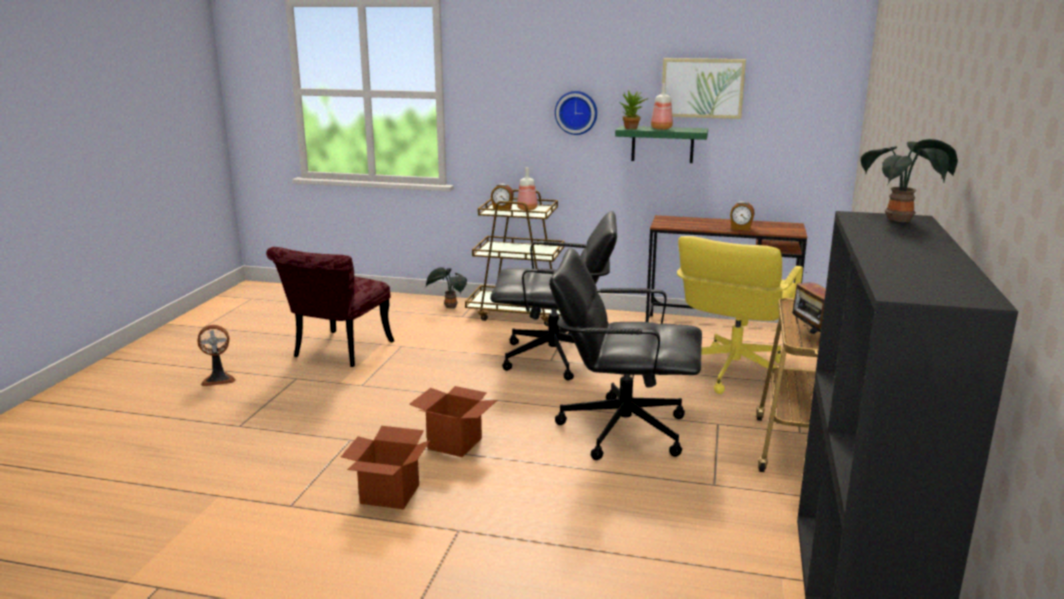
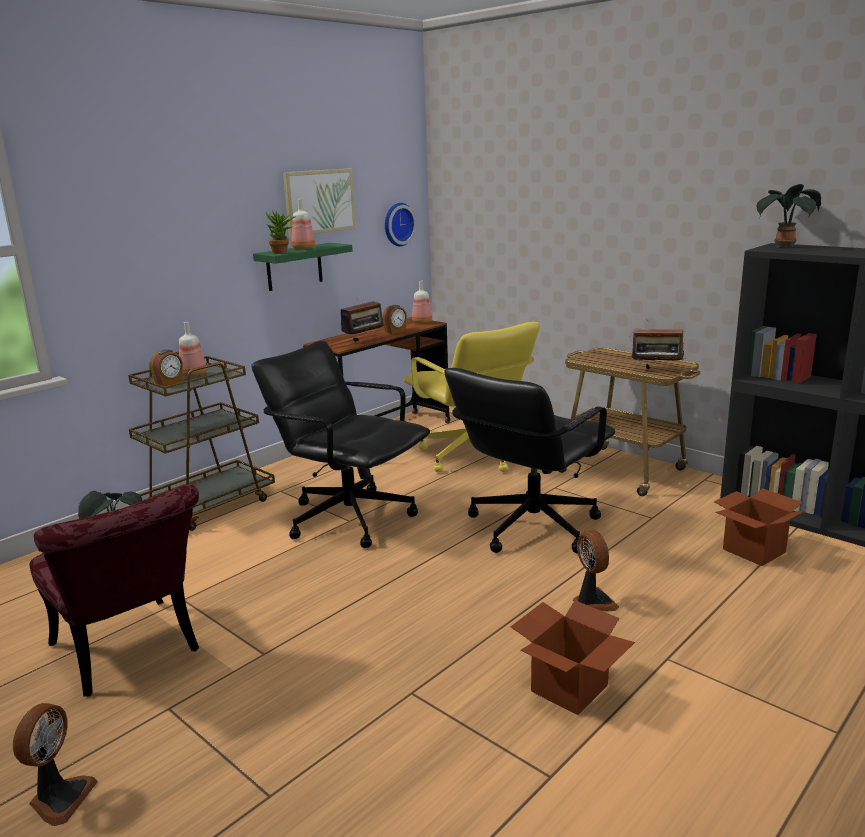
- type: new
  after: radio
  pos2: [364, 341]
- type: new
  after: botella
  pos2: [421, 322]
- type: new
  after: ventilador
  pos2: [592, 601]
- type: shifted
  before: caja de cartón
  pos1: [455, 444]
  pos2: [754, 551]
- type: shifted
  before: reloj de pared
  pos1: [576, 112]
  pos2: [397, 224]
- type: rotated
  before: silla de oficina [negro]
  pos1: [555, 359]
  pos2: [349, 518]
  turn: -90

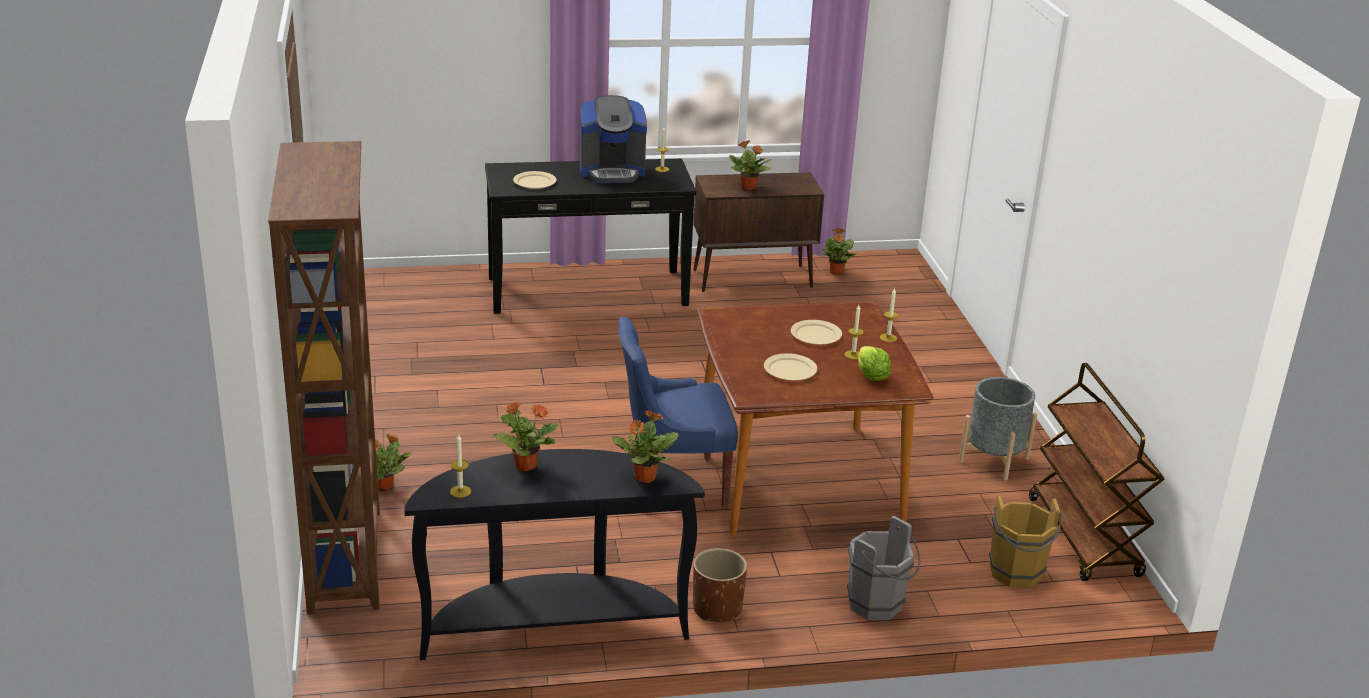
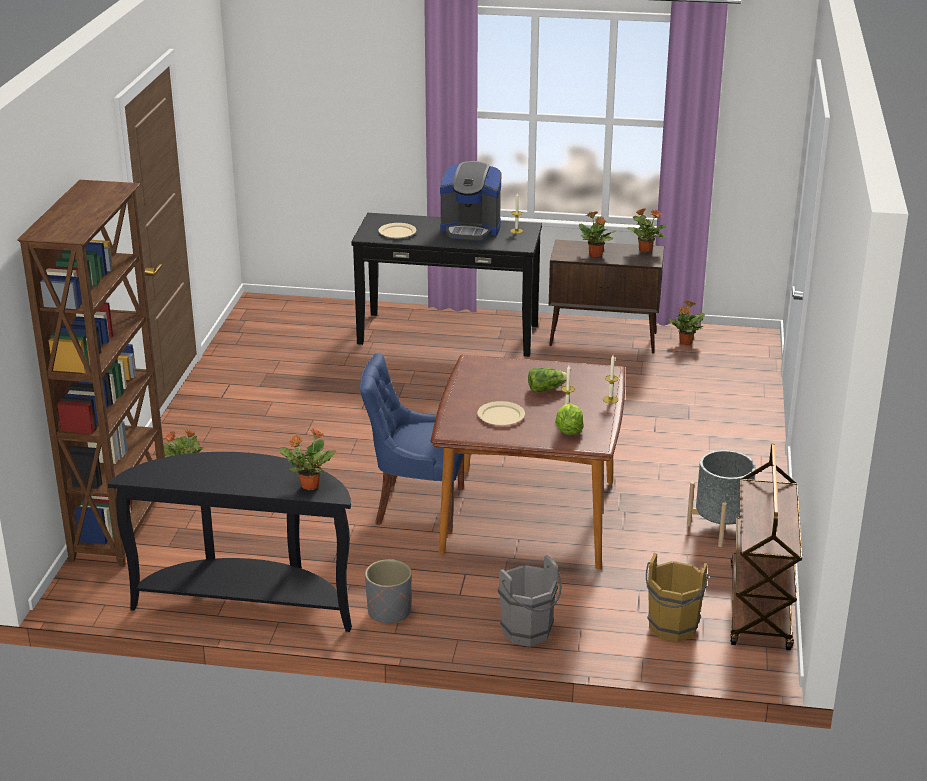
- type: gone
  before: vela
  pos1: [460, 491]
- type: shifted
  before: planta en maceta
  pos1: [525, 465]
  pos2: [645, 250]
- type: swapped
  before: plato [beis]
  after: lechuga
  pos1: [815, 335]
  pos2: [546, 389]
- type: repainted
  before: maceta [marrón]
  after: maceta [gris]
  pos1: [717, 609]
  pos2: [389, 612]

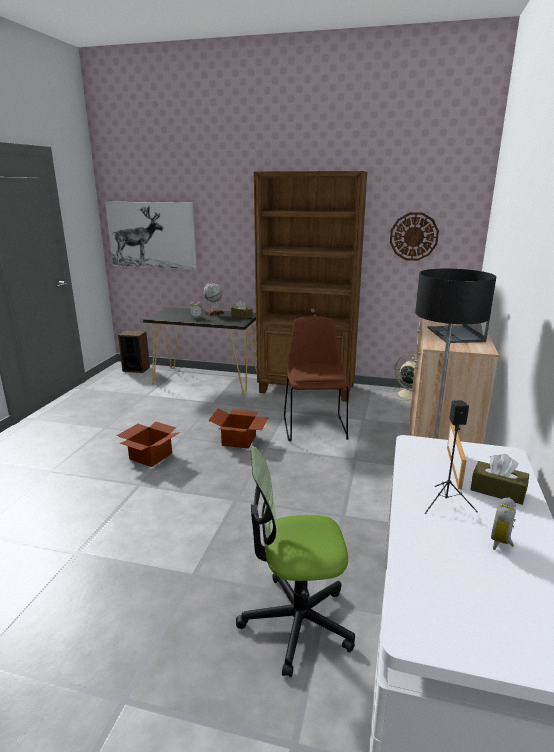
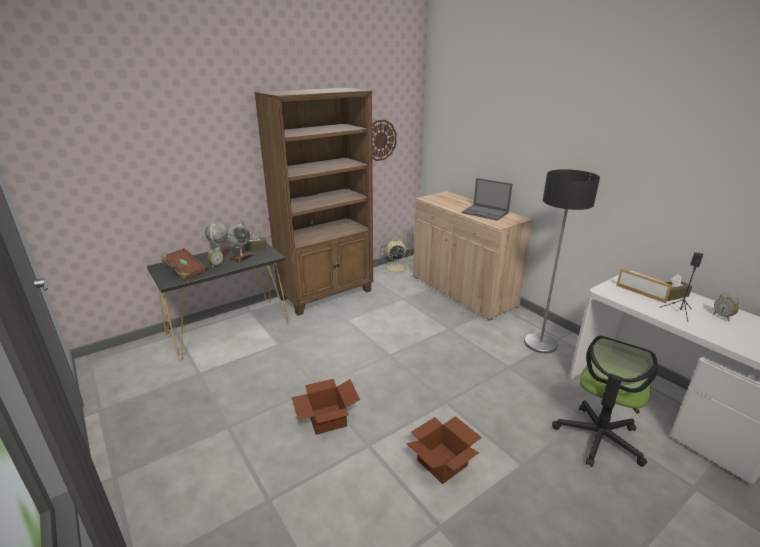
- type: gone
  before: cuadro
  pos1: [151, 235]
- type: gone
  before: altavoz
  pos1: [136, 369]
- type: gone
  before: silla [marrón]
  pos1: [314, 427]
- type: new
  after: libro [marrón]
  pos2: [185, 271]
- type: new
  after: globo terráqueo
  pos2: [242, 257]
- type: shifted
  before: caja de cartón
  pos1: [240, 440]
  pos2: [443, 462]

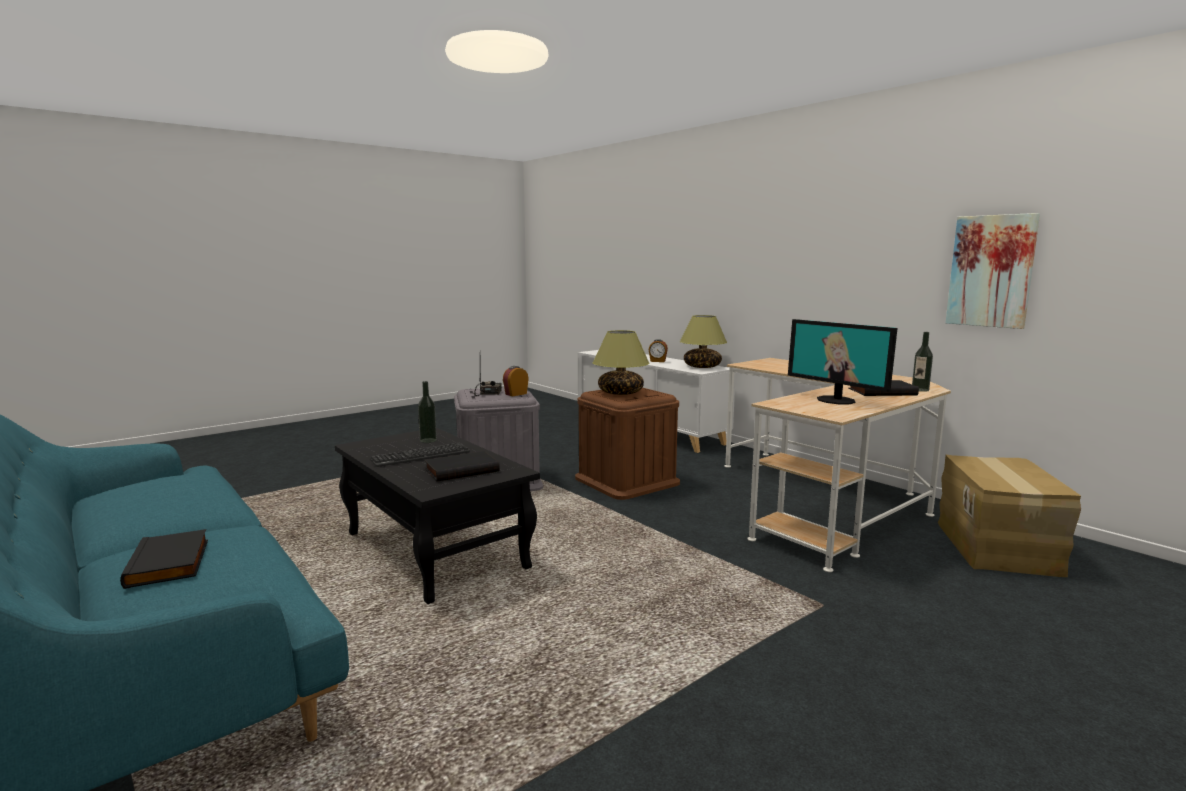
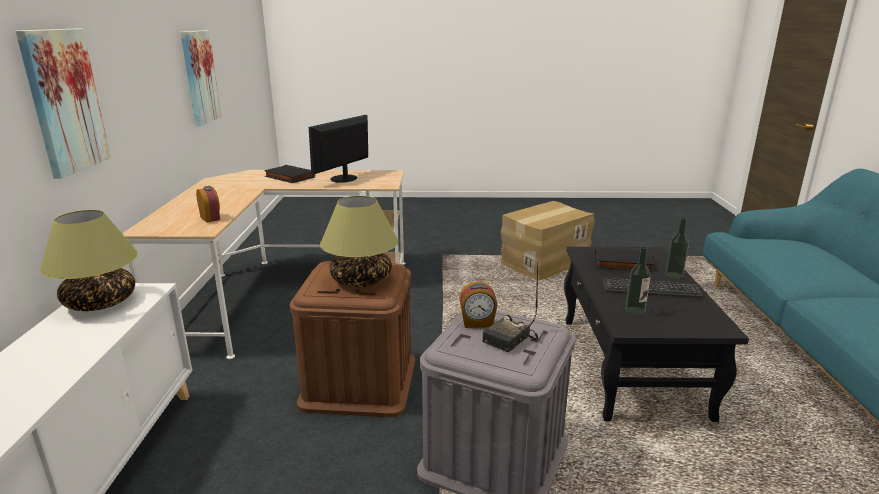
- type: gone
  before: libro [negro]
  pos1: [171, 563]
- type: new
  after: cuadro
  pos2: [64, 101]
- type: shifted
  before: despertador
  pos1: [657, 361]
  pos2: [211, 218]
- type: shifted
  before: botella
  pos1: [920, 390]
  pos2: [674, 275]
- type: shifted
  before: caja de cartón
  pos1: [998, 547]
  pos2: [544, 262]
- type: rotated
  before: monitor
  pos1: [836, 400]
  pos2: [344, 179]
  turn: -150

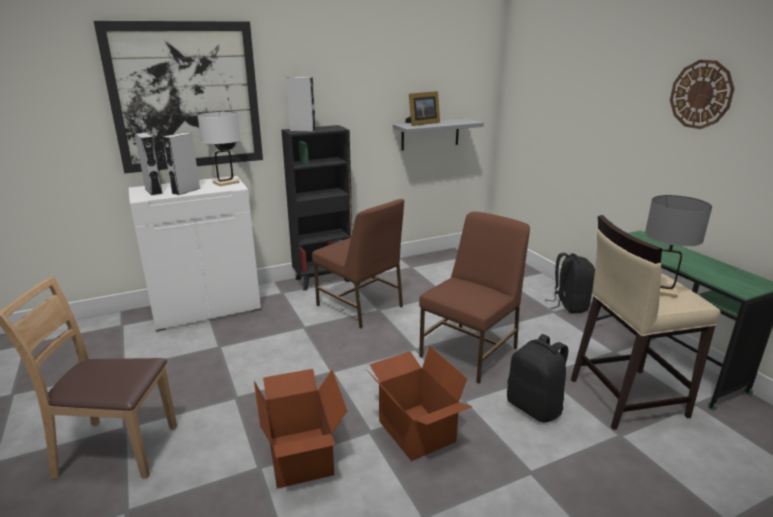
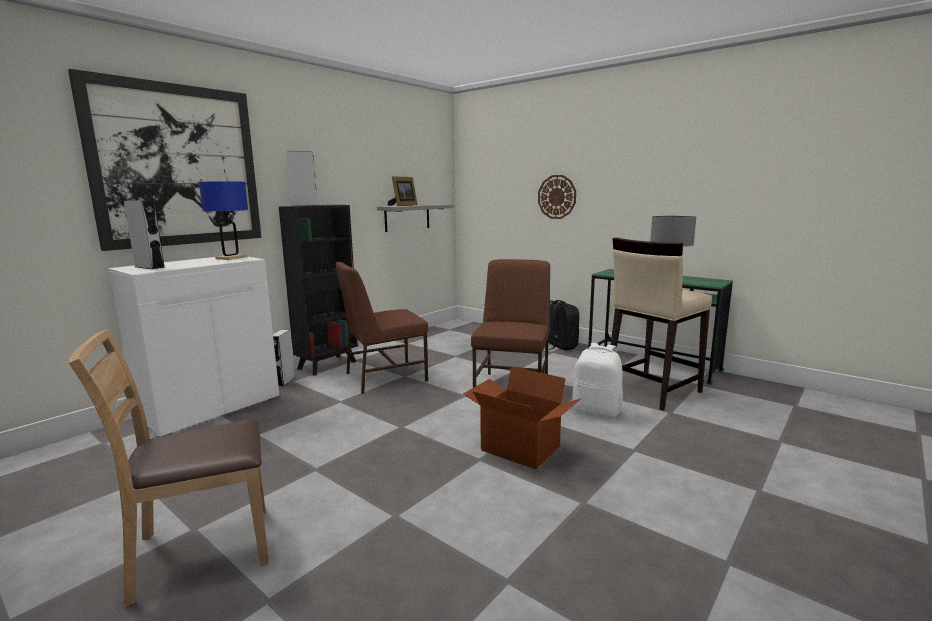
- type: gone
  before: caja de cartón
  pos1: [302, 456]
- type: shifted
  before: altavoz [gris]
  pos1: [186, 191]
  pos2: [284, 381]
- type: shifted
  before: reloj de pared
  pos1: [701, 94]
  pos2: [557, 197]
- type: repainted
  before: lámpara de mesa [blanco]
  after: lámpara de mesa [azul]
  pos1: [226, 182]
  pos2: [231, 258]
- type: repainted
  before: mochila [negro]
  after: mochila [blanco]
  pos1: [535, 407]
  pos2: [597, 410]
- type: rotated
  before: silla [marrón]
  pos1: [360, 306]
  pos2: [384, 377]
  turn: 135

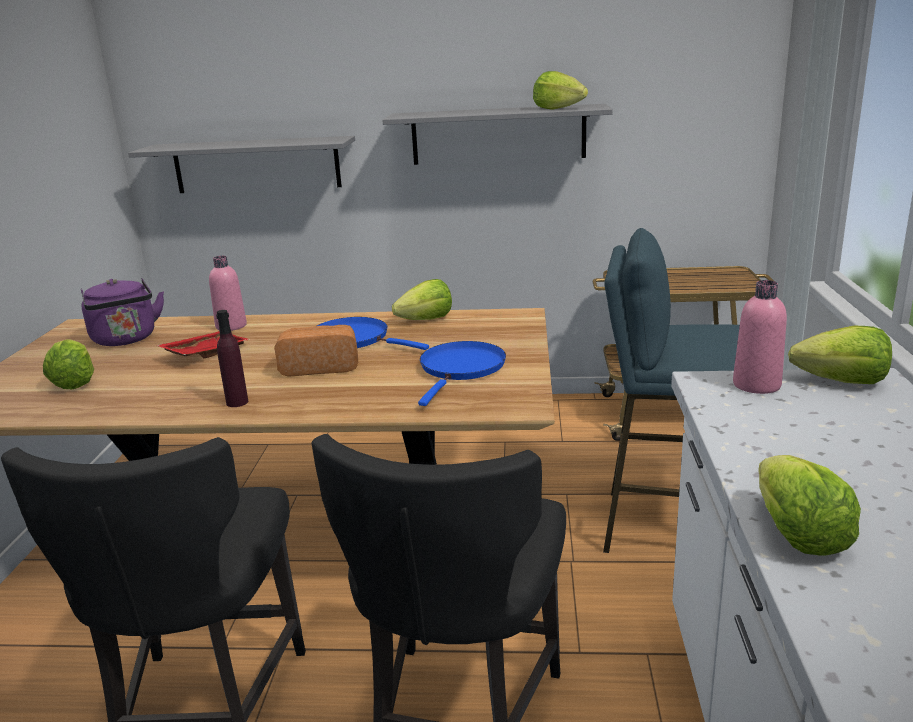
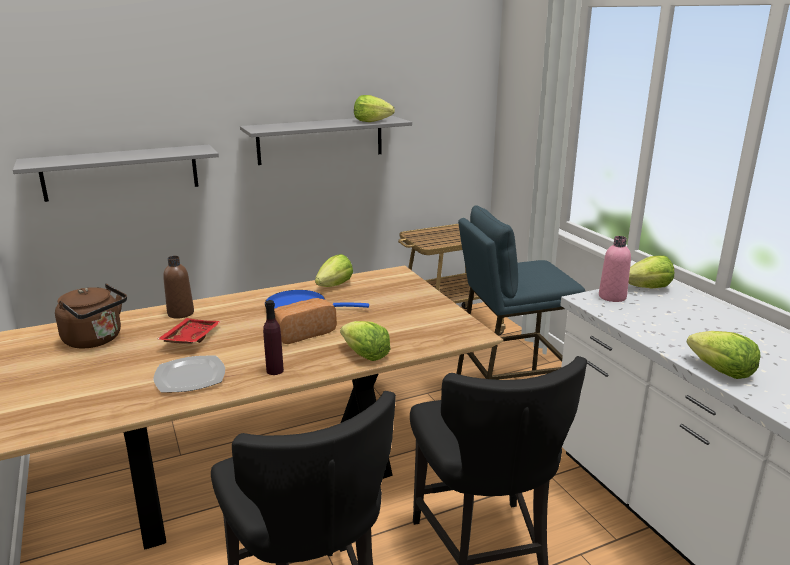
- type: gone
  before: sartén [azul]
  pos1: [461, 369]
- type: new
  after: plato
  pos2: [190, 376]
- type: shifted
  before: lechuga
  pos1: [74, 382]
  pos2: [365, 355]
- type: repainted
  before: hervidor [morado]
  after: hervidor [marrón]
  pos1: [126, 340]
  pos2: [96, 340]
- type: repainted
  before: botella [rosa]
  after: botella [marrón]
  pos1: [231, 326]
  pos2: [181, 313]

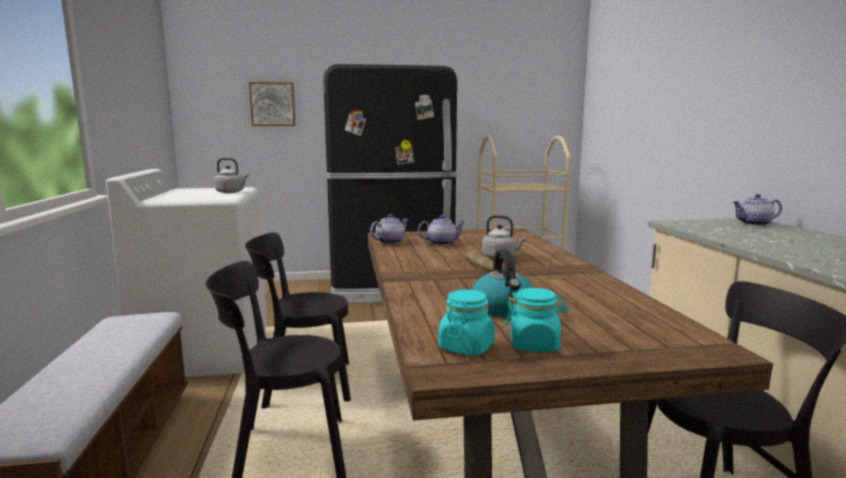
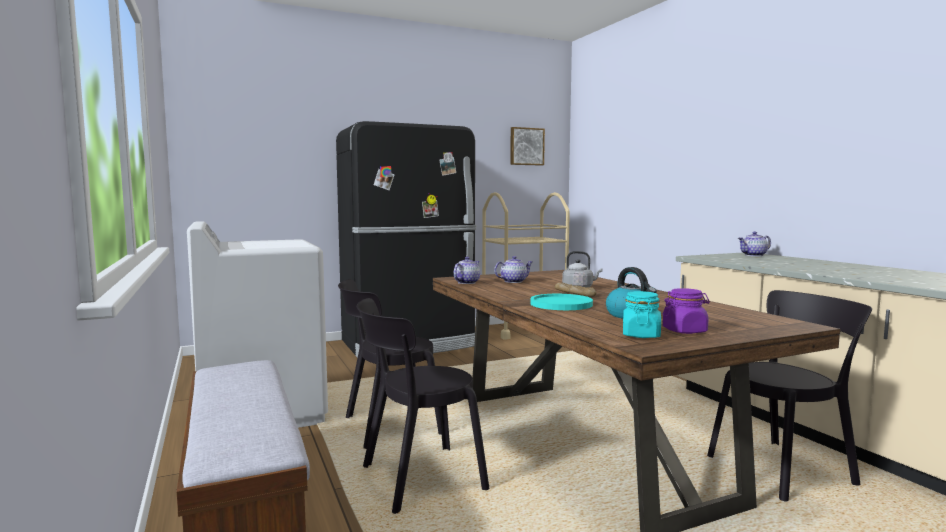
- type: gone
  before: hervidor [gris]
  pos1: [231, 192]
- type: new
  after: plato [turquesa]
  pos2: [561, 304]
- type: shifted
  before: cuadro
  pos1: [273, 104]
  pos2: [526, 146]
- type: repainted
  before: tarro [turquesa]
  after: tarro [morado]
  pos1: [534, 345]
  pos2: [685, 331]

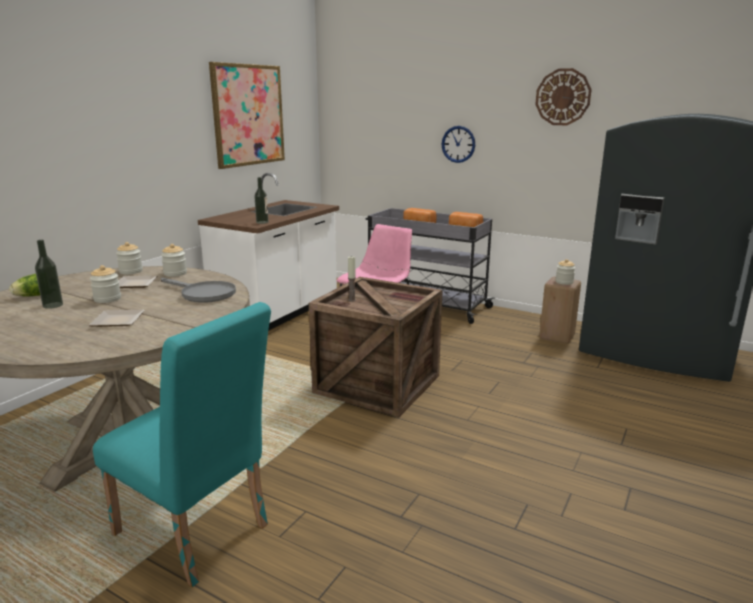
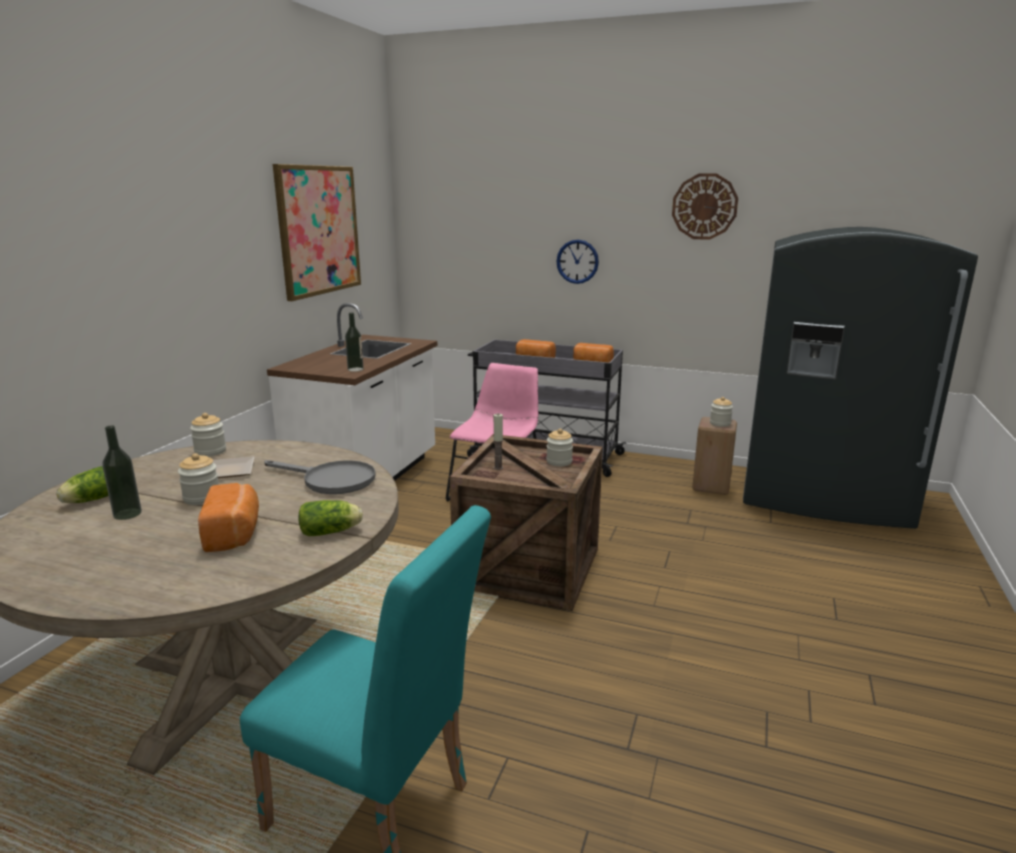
- type: new
  after: lechuga
  pos2: [332, 531]
- type: shifted
  before: tarro
  pos1: [175, 273]
  pos2: [559, 462]
- type: swapped
  before: plato
  after: pan
  pos1: [116, 321]
  pos2: [234, 533]

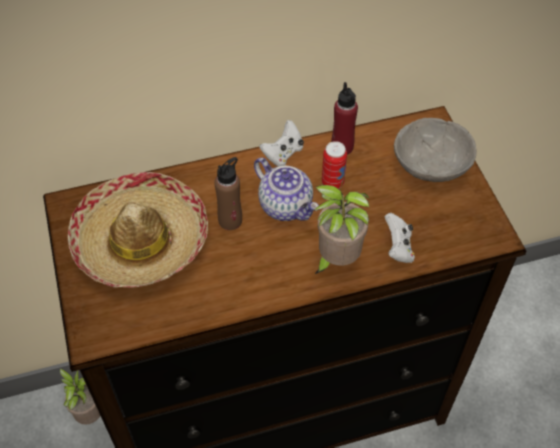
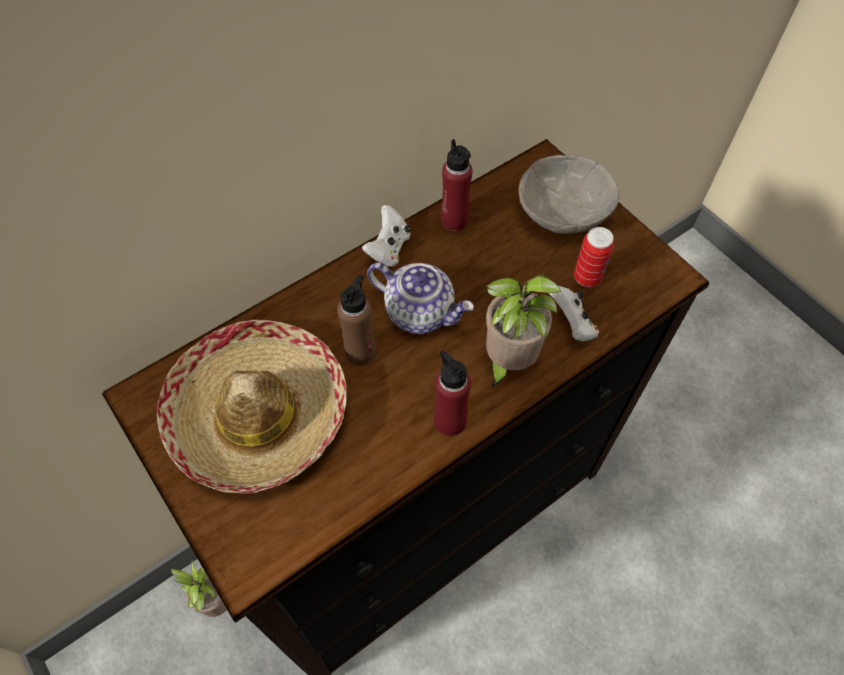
- type: new
  after: botella [rojo]
  pos2: [450, 421]
- type: shifted
  before: lata
  pos1: [332, 183]
  pos2: [587, 277]

